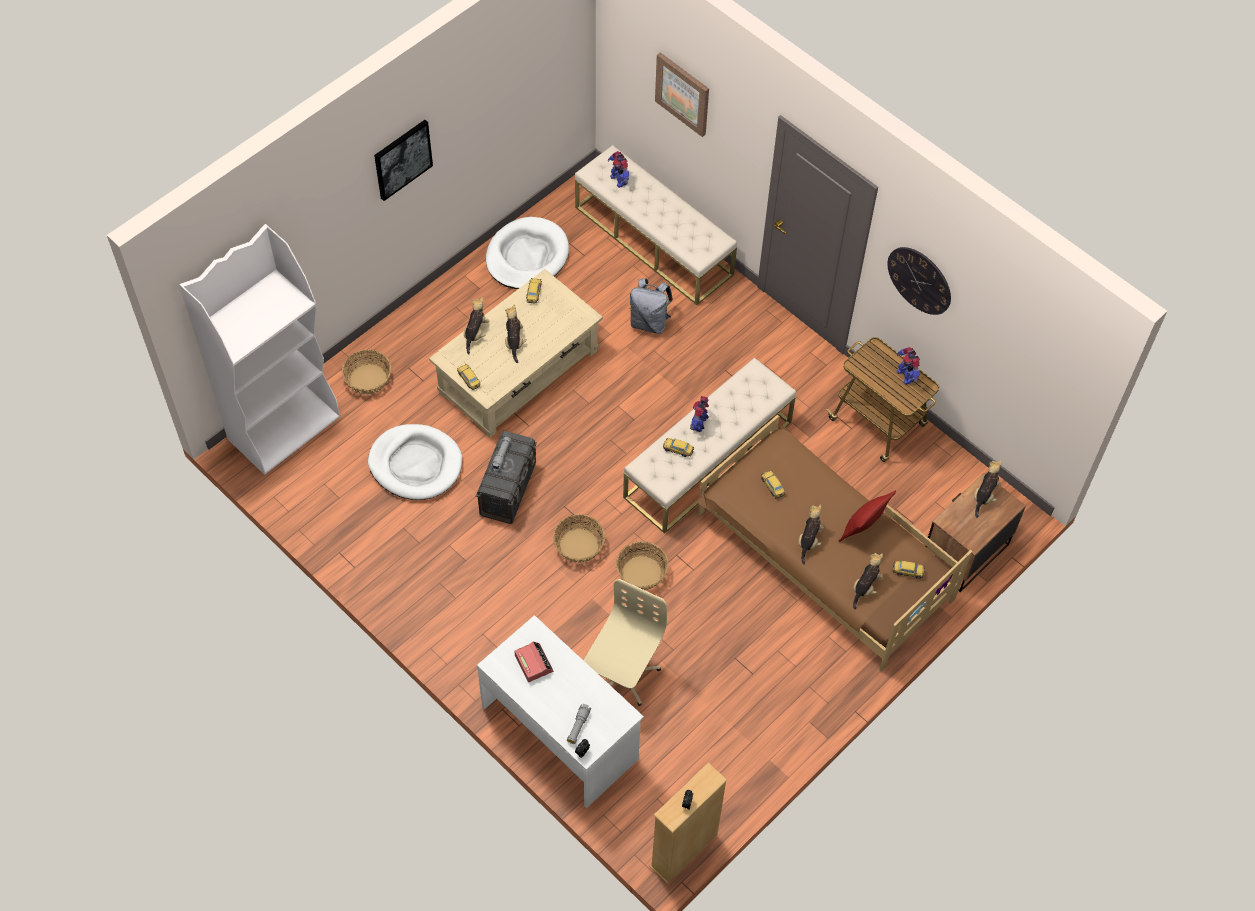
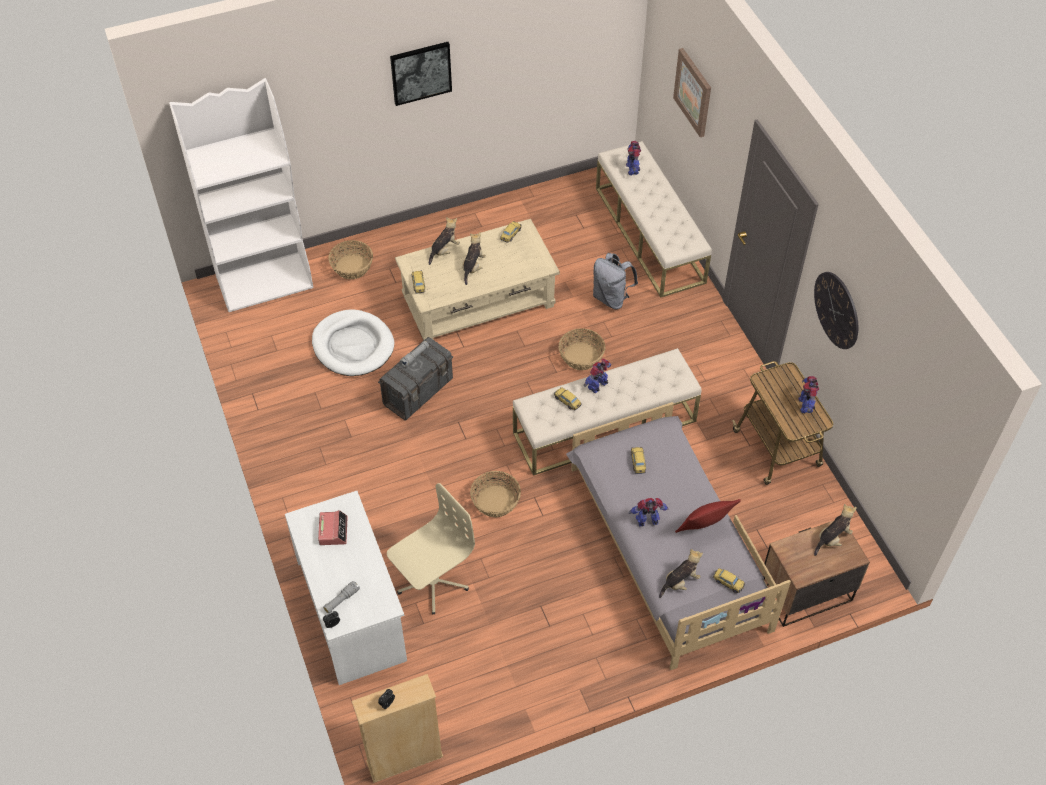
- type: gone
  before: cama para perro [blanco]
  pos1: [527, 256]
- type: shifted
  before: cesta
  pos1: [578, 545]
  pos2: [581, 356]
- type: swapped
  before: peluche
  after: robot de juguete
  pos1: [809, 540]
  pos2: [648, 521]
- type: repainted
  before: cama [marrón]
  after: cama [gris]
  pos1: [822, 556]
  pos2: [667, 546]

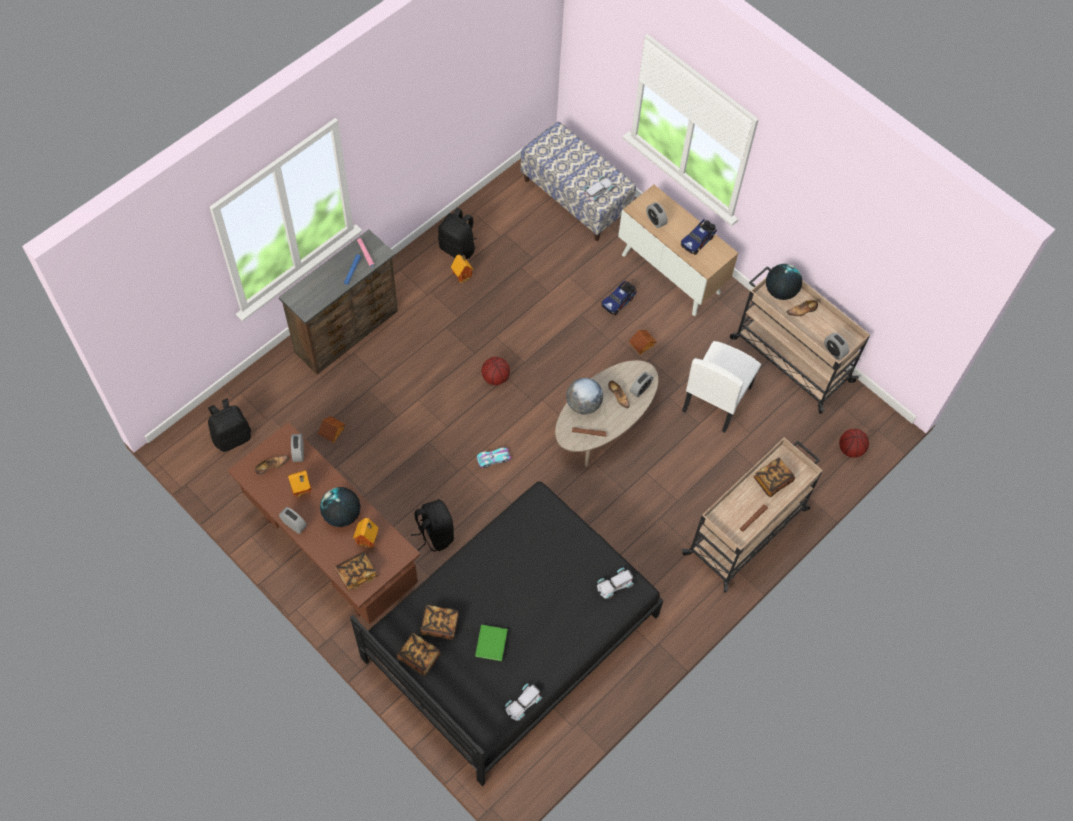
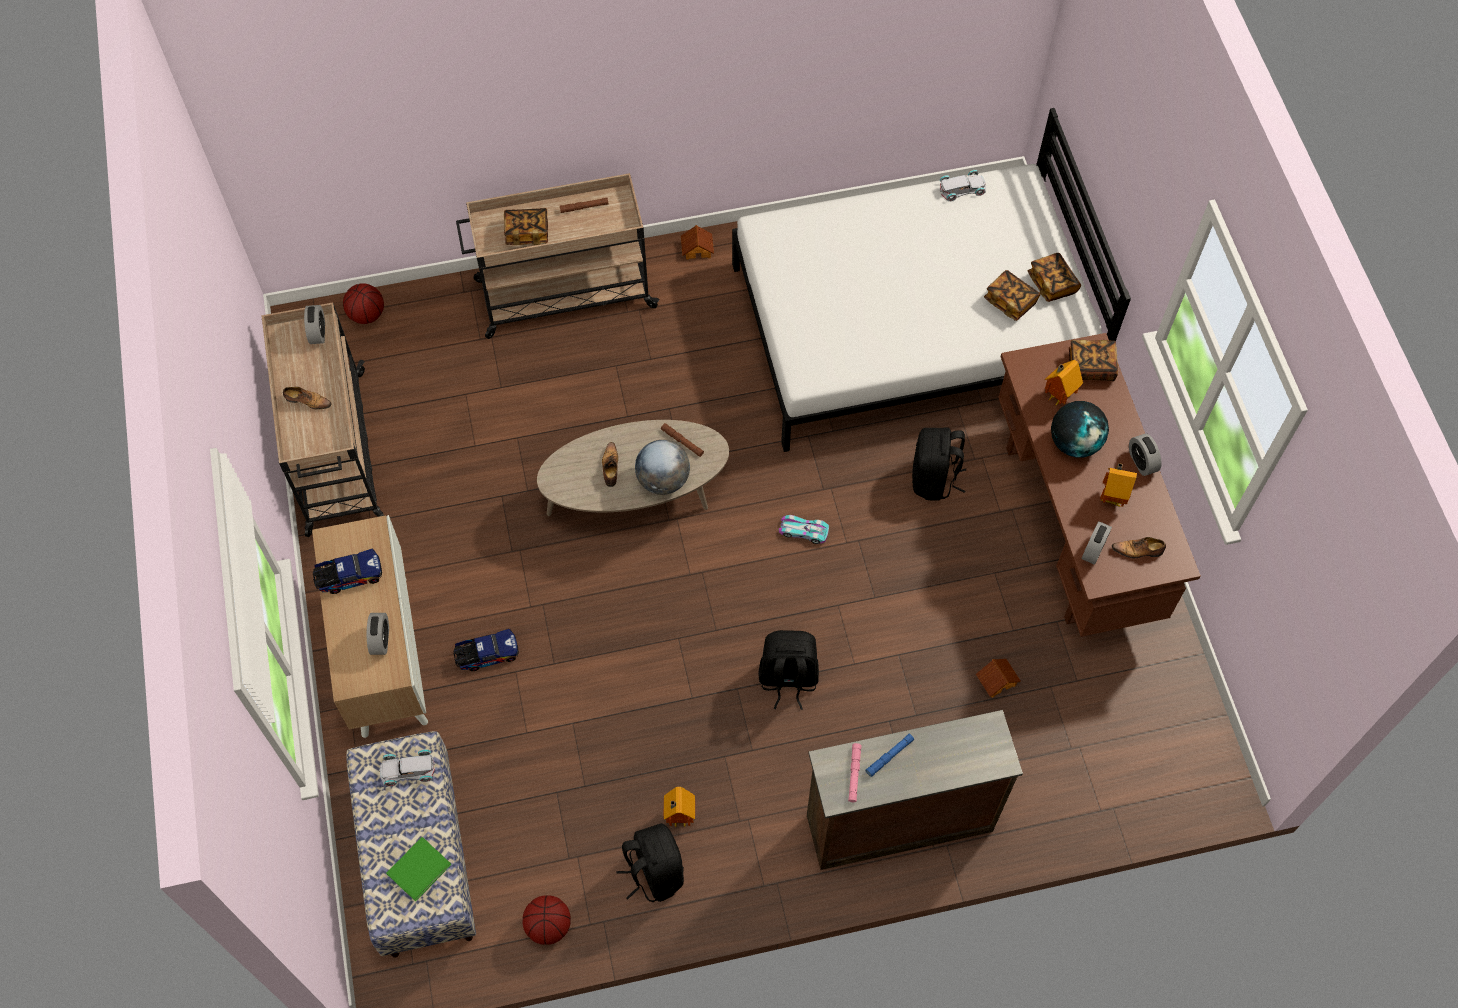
- type: gone
  before: coche de juguete [blanco]
  pos1: [614, 584]
- type: gone
  before: despertador
  pos1: [640, 389]
- type: gone
  before: silla [blanco]
  pos1: [716, 398]
- type: gone
  before: globo terráqueo
  pos1: [780, 291]
- type: shifted
  before: mochila [negro]
  pos1: [232, 436]
  pos2: [787, 679]
- type: shifted
  before: libro [verde]
  pos1: [491, 644]
  pos2: [420, 868]
- type: shifted
  before: balón de baloncesto
  pos1: [495, 377]
  pos2: [548, 926]
- type: shifted
  before: casita
  pos1: [642, 345]
  pos2: [697, 249]
- type: repainted
  before: cama [negro]
  after: cama [blanco]
  pos1: [510, 636]
  pos2: [911, 326]

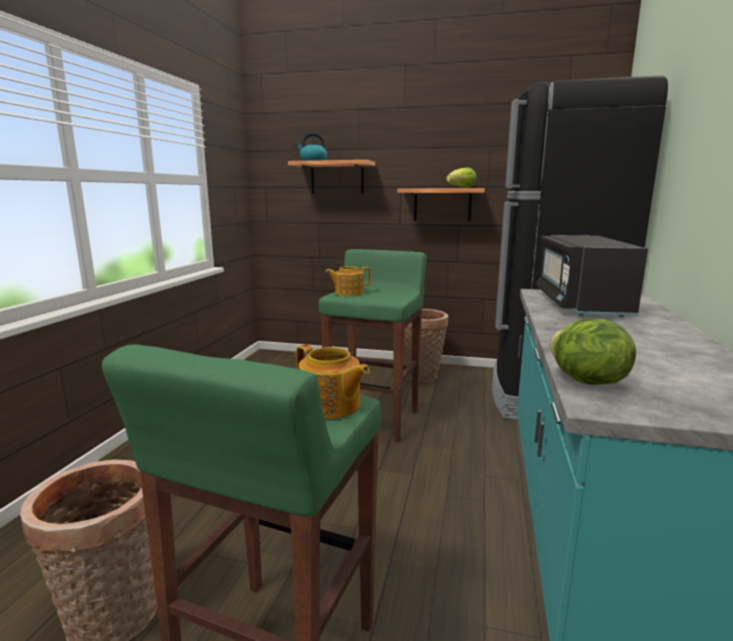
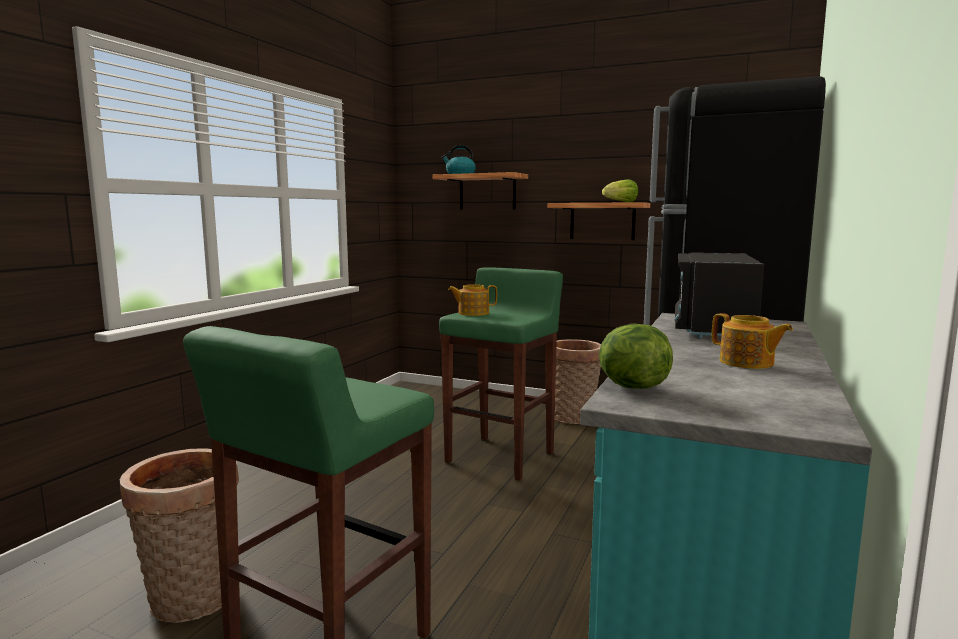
- type: shifted
  before: tetera
  pos1: [330, 406]
  pos2: [747, 363]

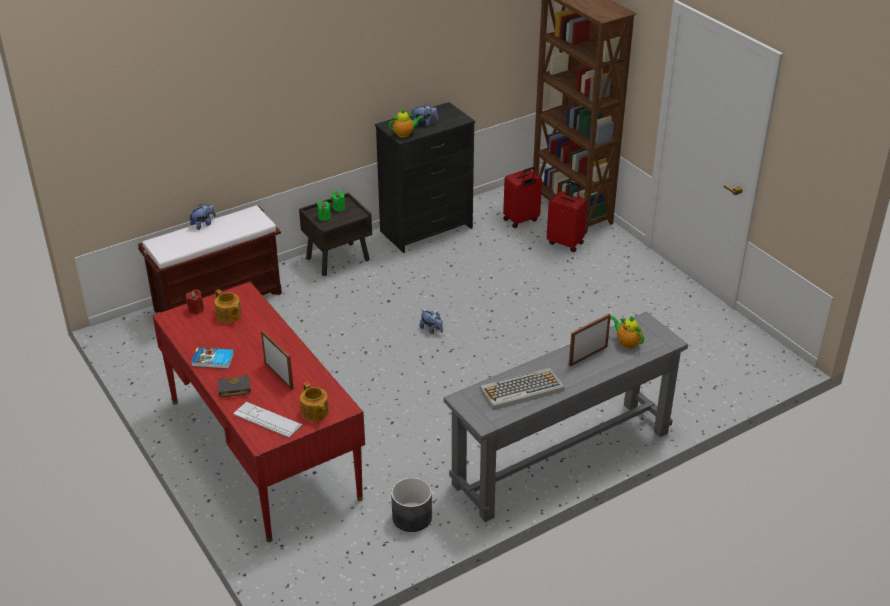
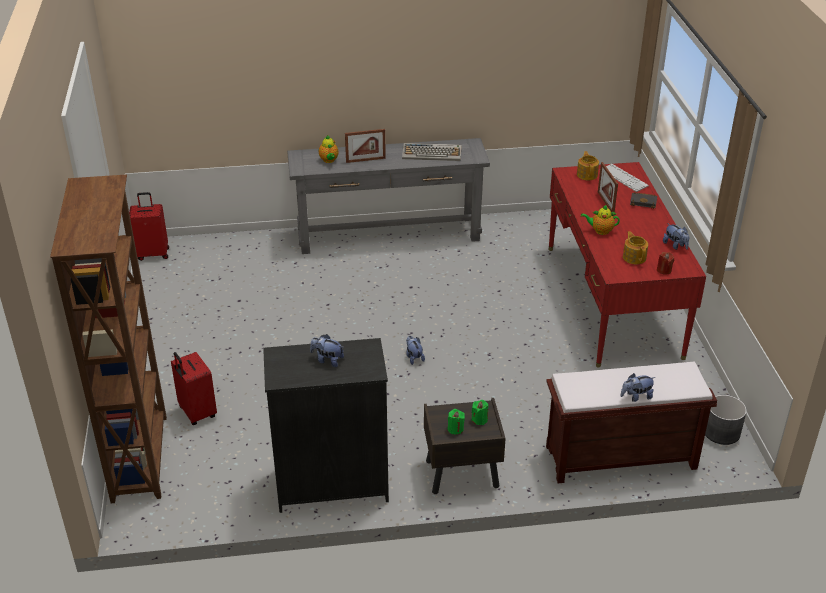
- type: gone
  before: libro
  pos1: [213, 360]
- type: new
  after: peluche
  pos2: [675, 245]
- type: shifted
  before: tetera
  pos1: [405, 134]
  pos2: [600, 231]
- type: shifted
  before: maceta [gris]
  pos1: [411, 517]
  pos2: [721, 432]
- type: shifted
  before: maleta [rojo]
  pos1: [521, 220]
  pos2: [153, 253]

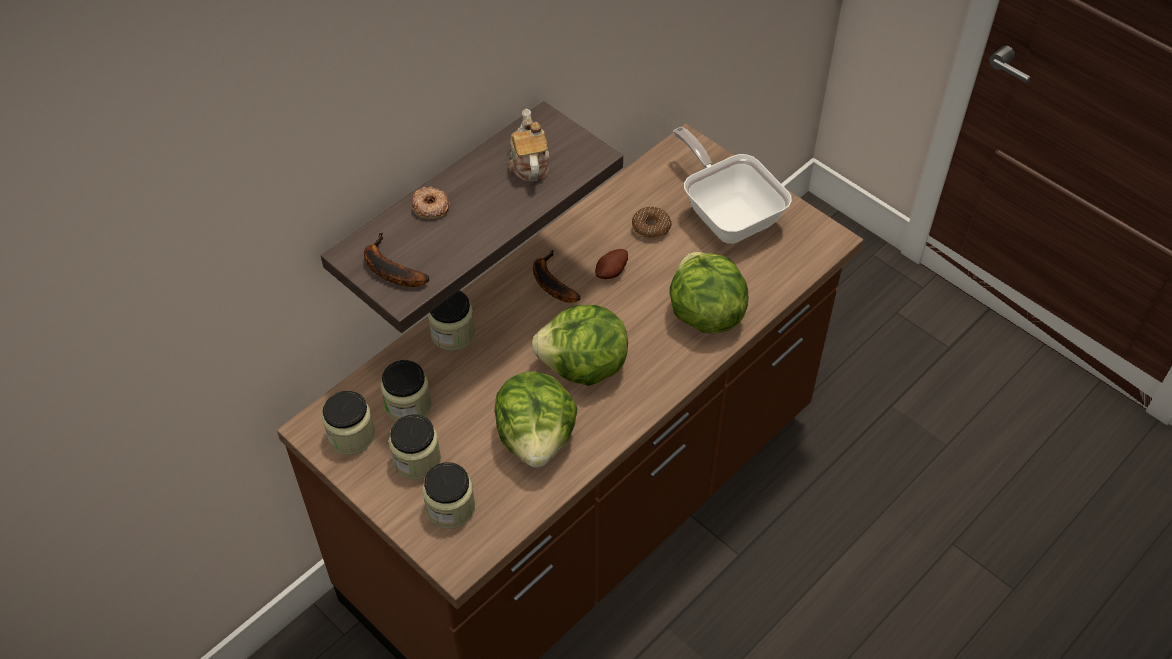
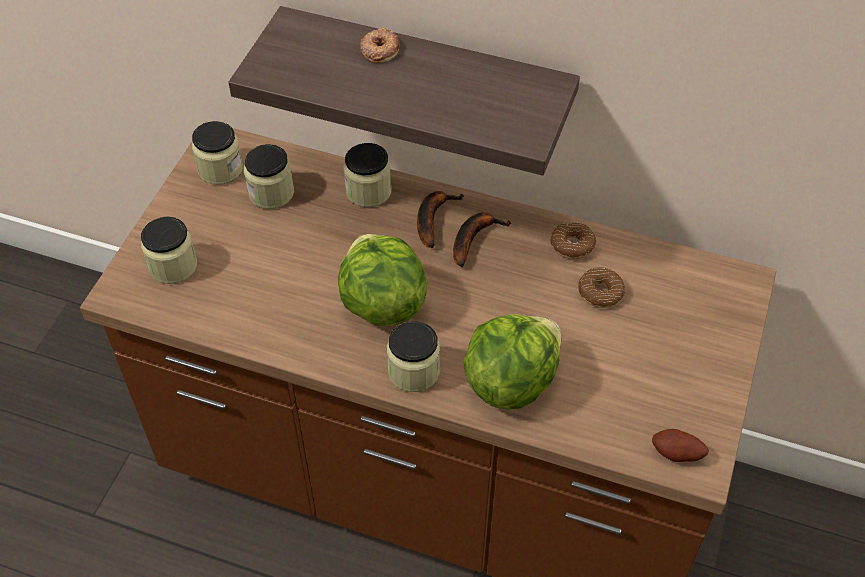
- type: gone
  before: lechuga
  pos1: [536, 438]
- type: gone
  before: tetera
  pos1: [529, 163]
- type: gone
  before: sartén
  pos1: [727, 214]
- type: new
  after: rosquilla
  pos2: [572, 245]
- type: shifted
  before: plátano
  pos1: [389, 269]
  pos2: [432, 218]
- type: shifted
  before: tarro
  pos1: [417, 460]
  pos2: [413, 371]
- type: shifted
  before: patata
  pos1: [612, 272]
  pos2: [676, 455]

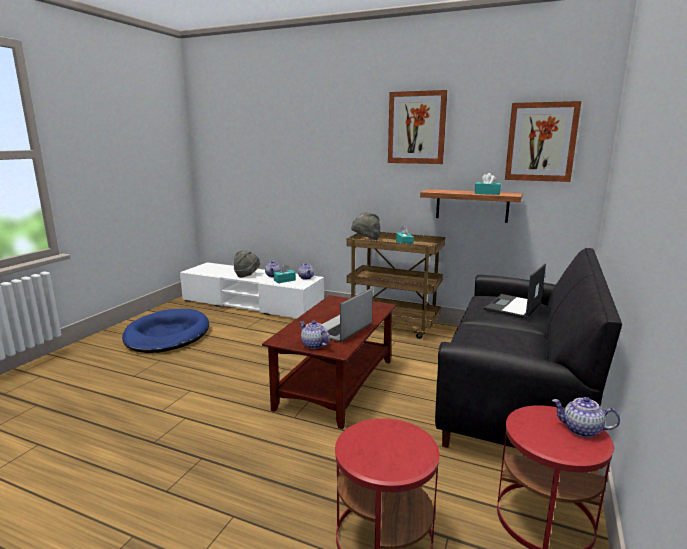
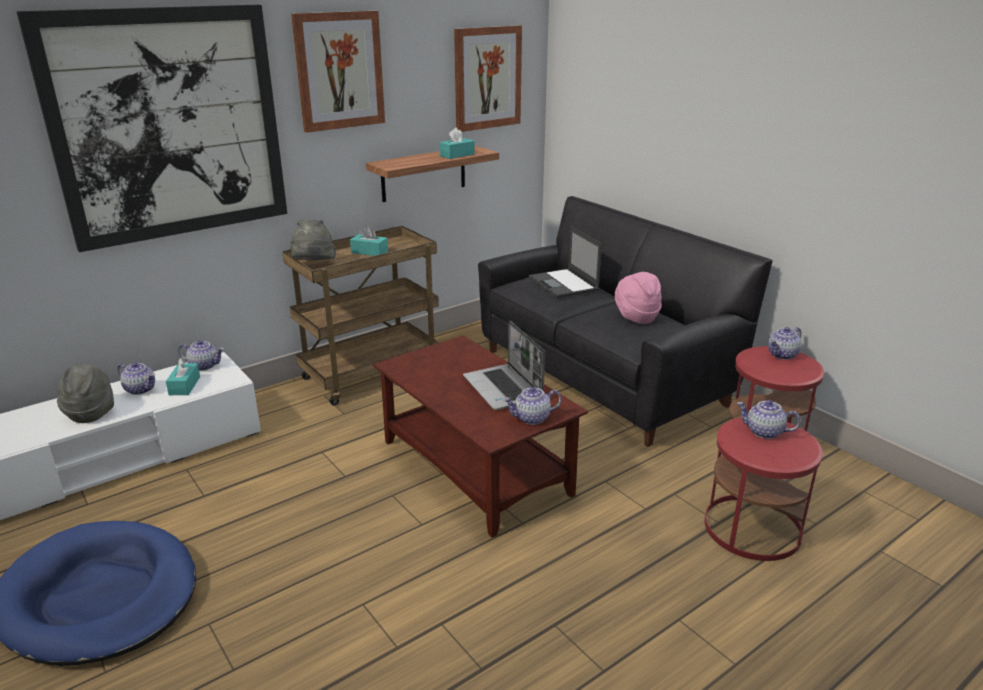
- type: new
  after: cuadro
  pos2: [169, 125]
- type: new
  after: sombrero [rosa]
  pos2: [636, 317]
- type: new
  after: tetera
  pos2: [764, 432]

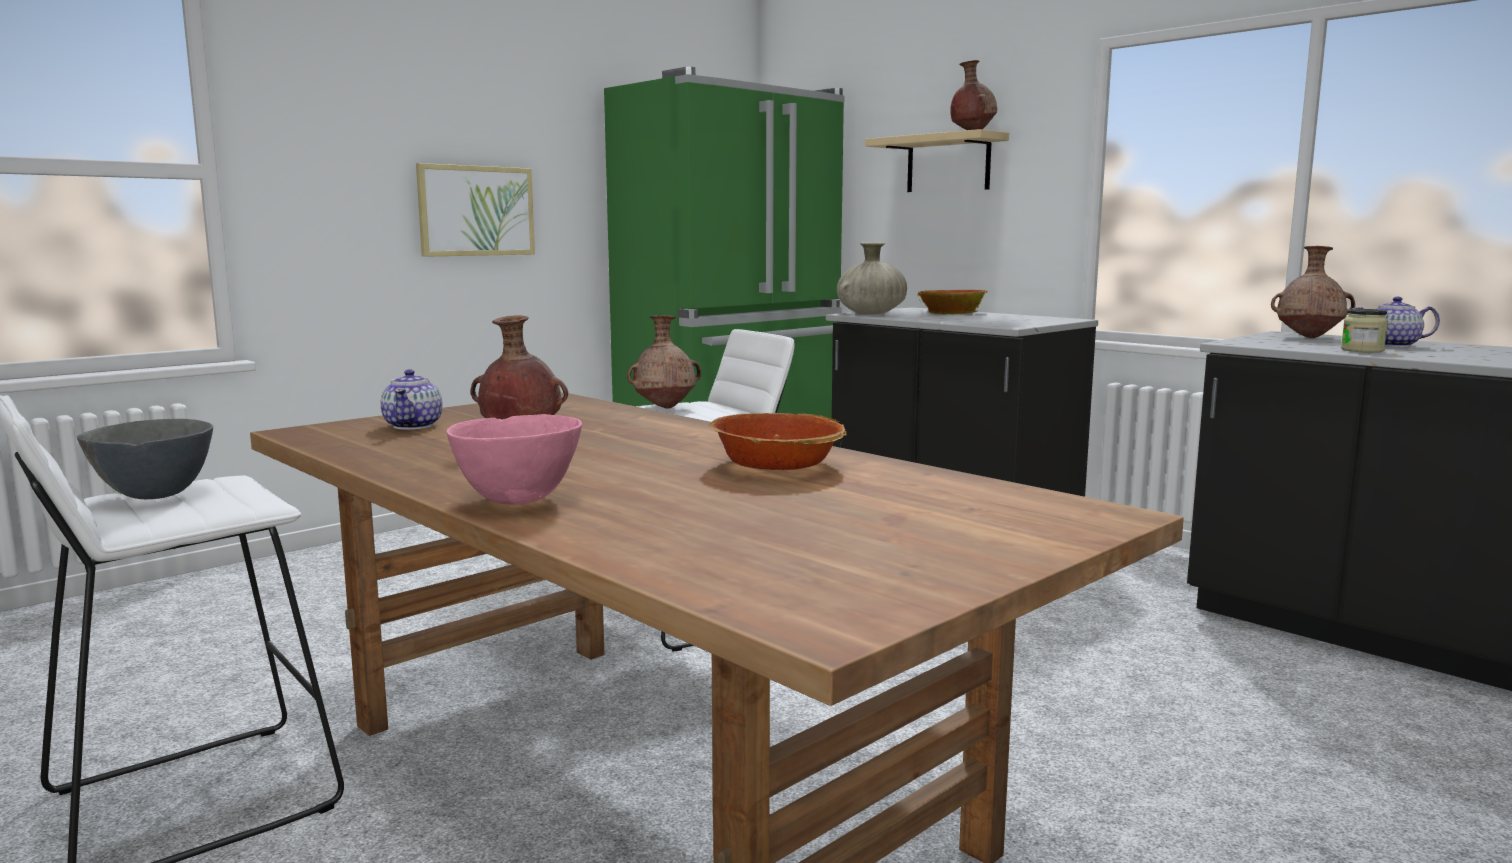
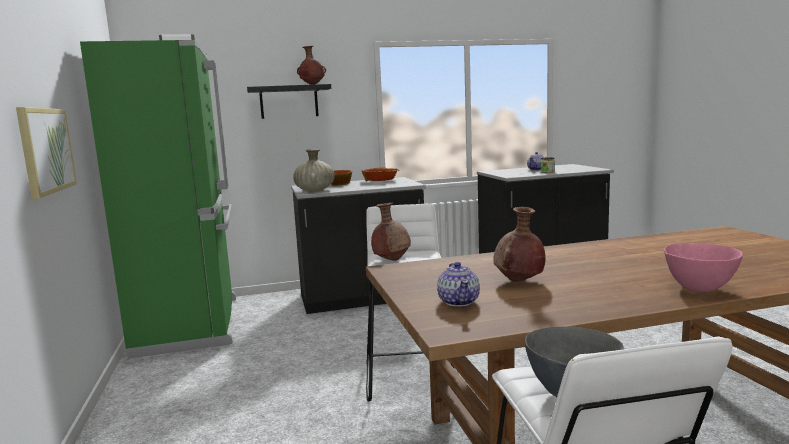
- type: gone
  before: florero [marrón]
  pos1: [1309, 337]
- type: shifted
  before: cuenco
  pos1: [777, 466]
  pos2: [381, 181]
- type: repainted
  before: estante [beis]
  after: estante [negro]
  pos1: [948, 164]
  pos2: [289, 102]
- type: rotated
  before: tetera
  pos1: [414, 425]
  pos2: [459, 301]
  turn: 60

